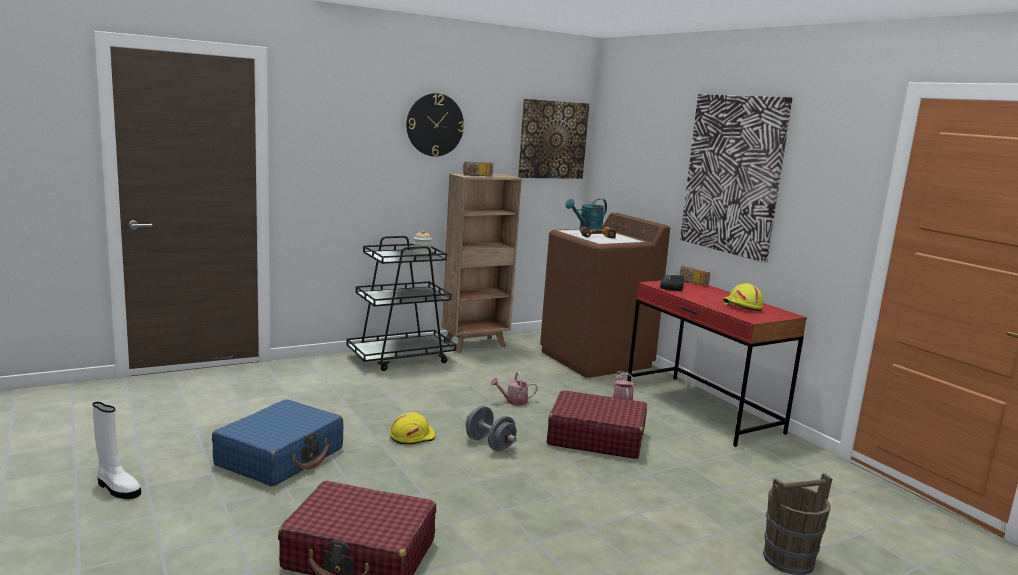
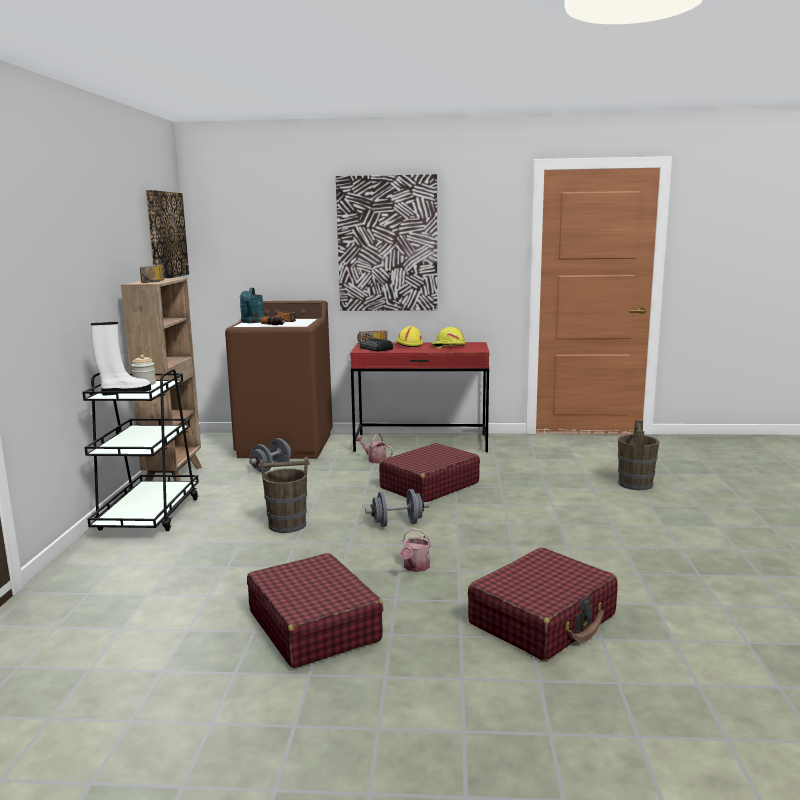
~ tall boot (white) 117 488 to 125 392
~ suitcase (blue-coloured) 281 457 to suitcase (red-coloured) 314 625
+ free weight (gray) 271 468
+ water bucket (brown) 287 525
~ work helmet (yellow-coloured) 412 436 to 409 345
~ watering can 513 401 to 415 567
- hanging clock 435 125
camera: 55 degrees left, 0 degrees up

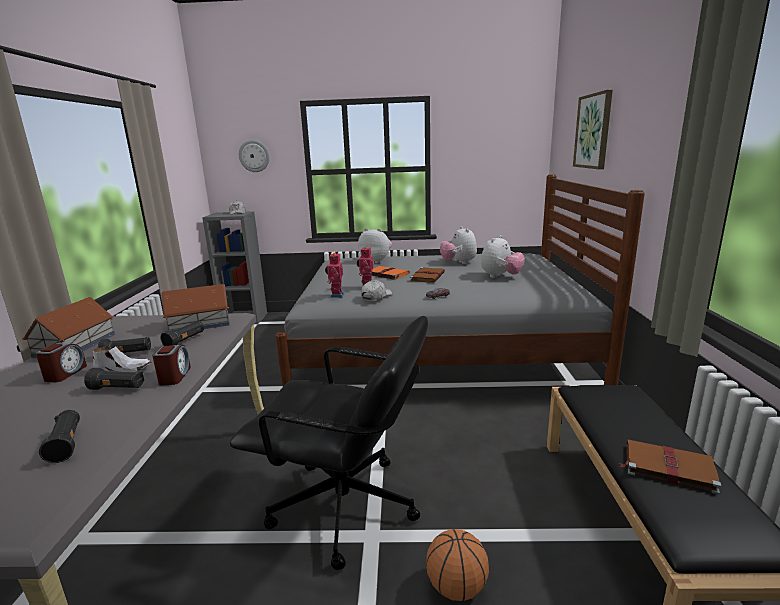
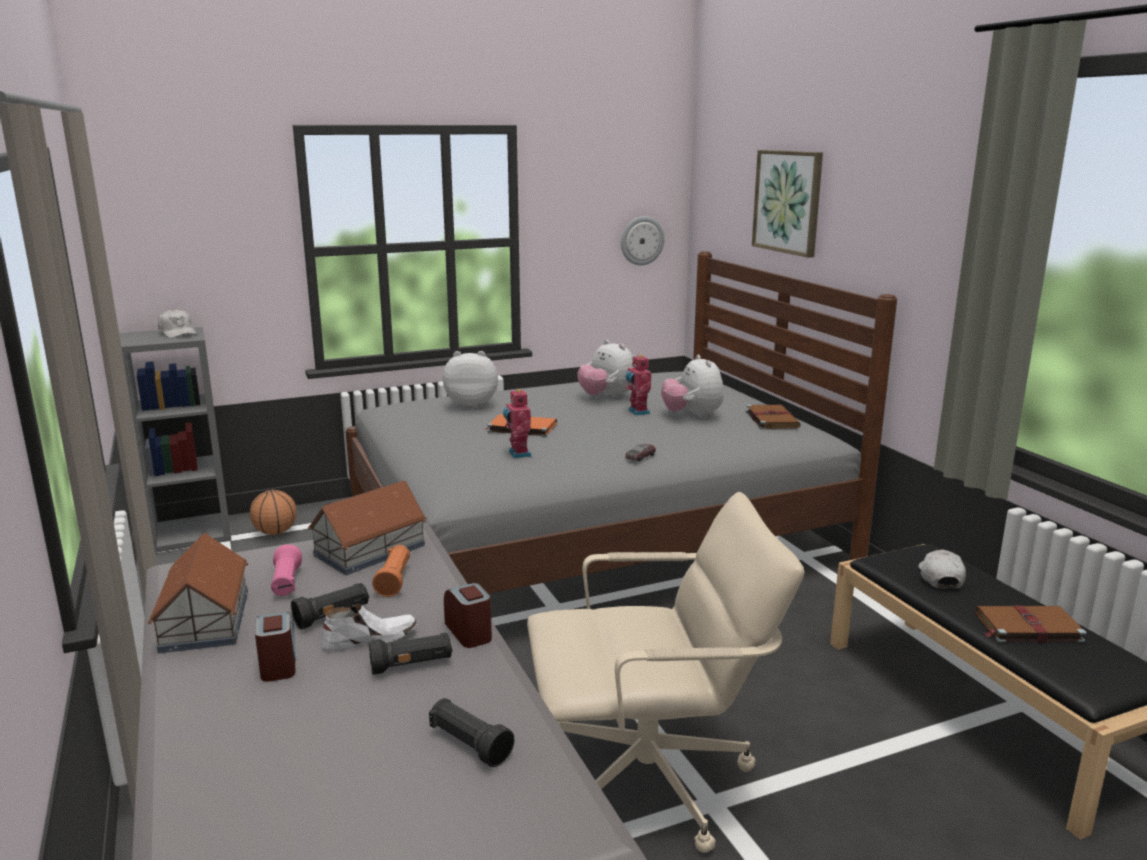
~ ball for basketball 456 587 to 275 532
+ torch (pink) 286 584
~ torch (blackish) 185 341 to torch (orangey) 394 580
~ office chair (blackish) 345 508 to office chair (beige) 650 781
~ hanging clock 254 156 to 641 240
~ model robot 336 295 to 637 412
~ cuddly toy 500 277 = 692 416 150 degrees clockwise
~ book (brown) 427 276 to 771 419
~ baseball cap (white) 376 296 to 940 577
camera: 25 degrees left, 0 degrees up

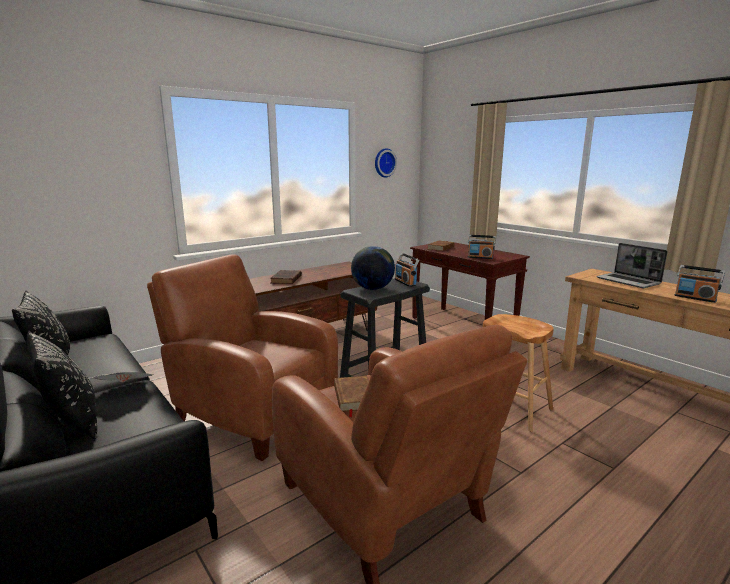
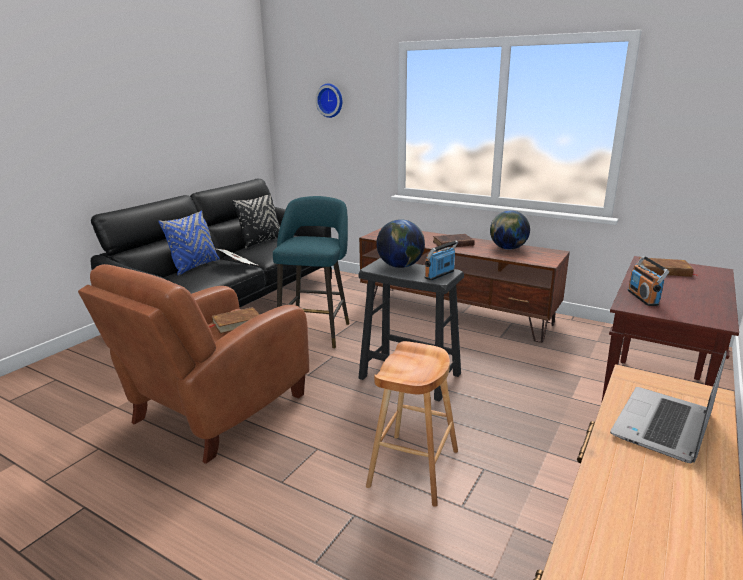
~ pillow (blackish) 72 422 to pillow (blue-coloured) 194 266
~ armchair (brown) 250 413 to stool (turquoise-coloured) 316 331
~ hanging clock 384 163 to 330 100
+ world globe 508 248
- radio set 695 298
camera: 70 degrees right, 5 degrees up

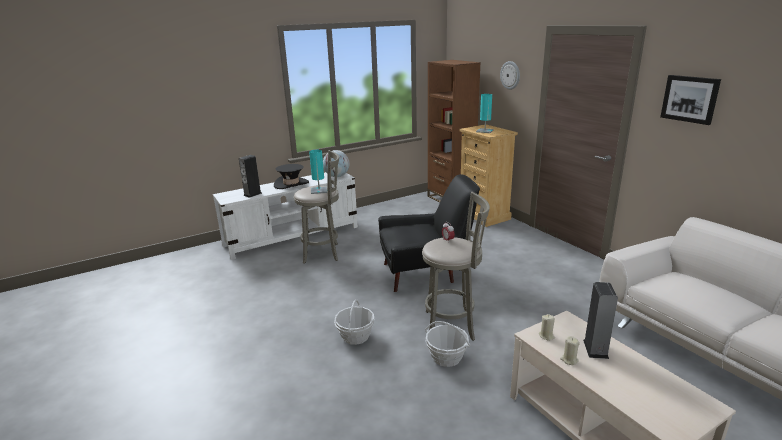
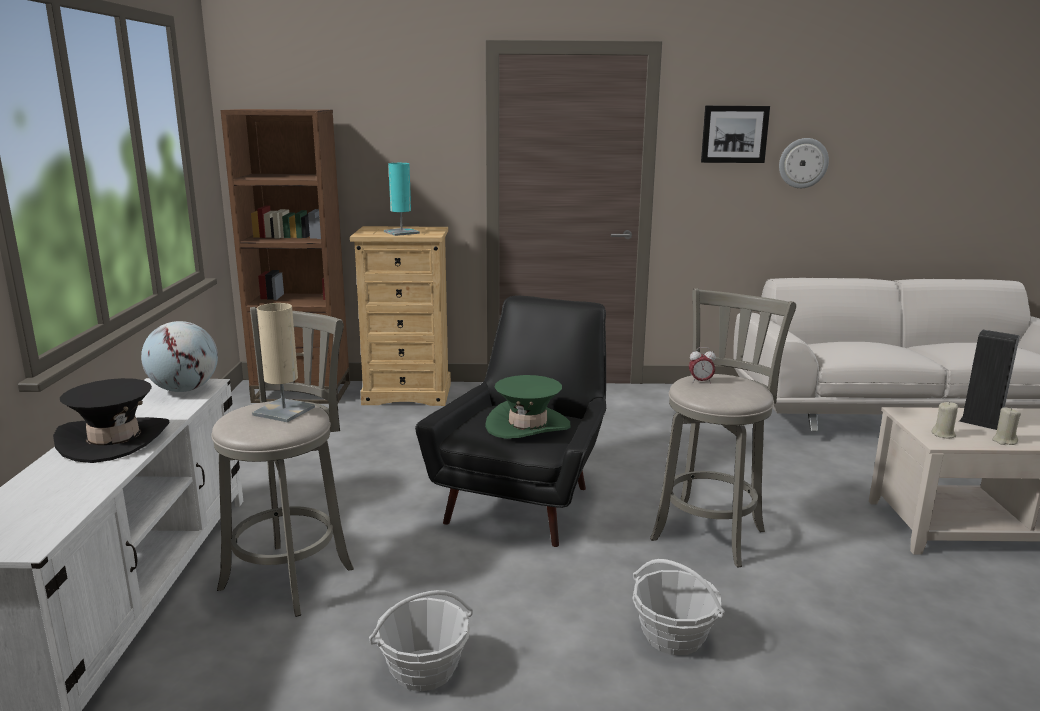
~ lamp for a table (turquoise-coloured) 319 190 to lamp for a table (beige) 284 411
~ household basket 446 357 to 424 670
+ wearable hat (green-coloured) 527 425
~ hanging clock 510 75 to 803 163
- loudspeaker 252 194
camera: 60 degrees left, 5 degrees down

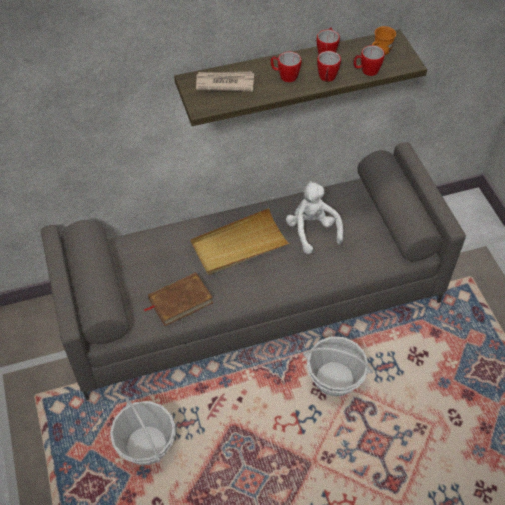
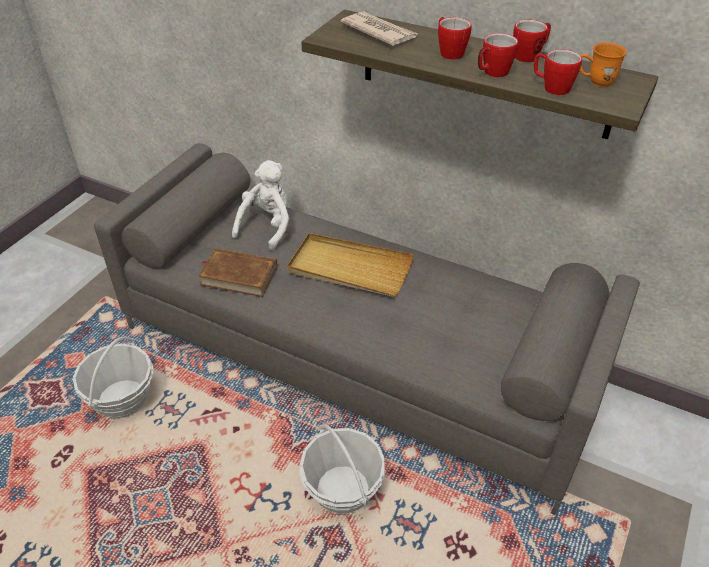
~ cuddly toy (white) 312 230 to 267 226
camera: 45 degrees right, 10 degrees down

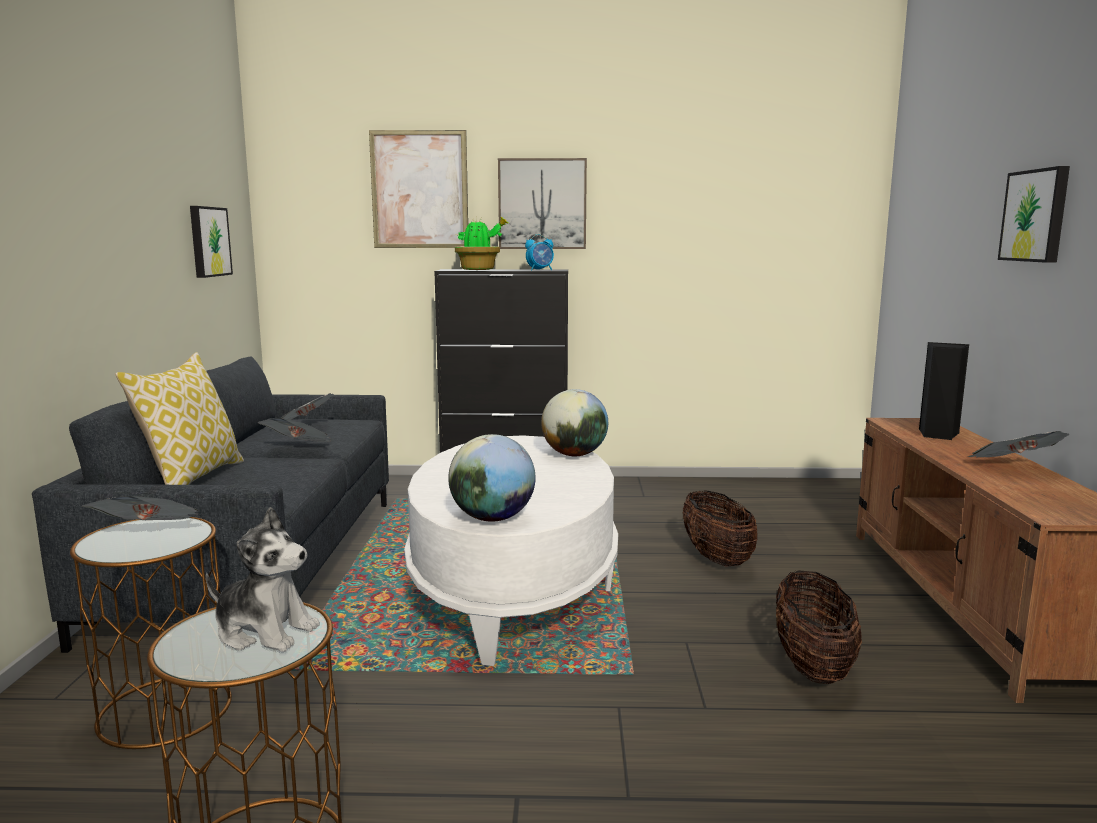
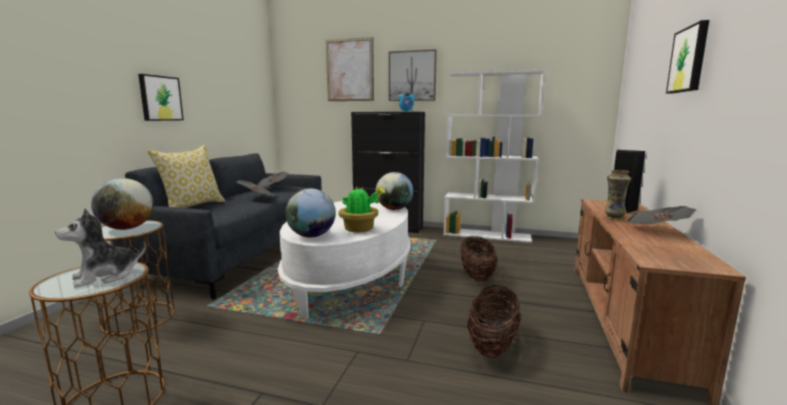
~ cuddly toy 265 631 = 105 276 105 degrees clockwise
~ printed paper 150 537 to world globe 127 228
~ wall art 208 241 to 160 98
~ plant in a pot 479 269 to 360 229
+ shelving unit (white) 487 235
+ flower vase 613 218
camera: 15 degrees right, 0 degrees up

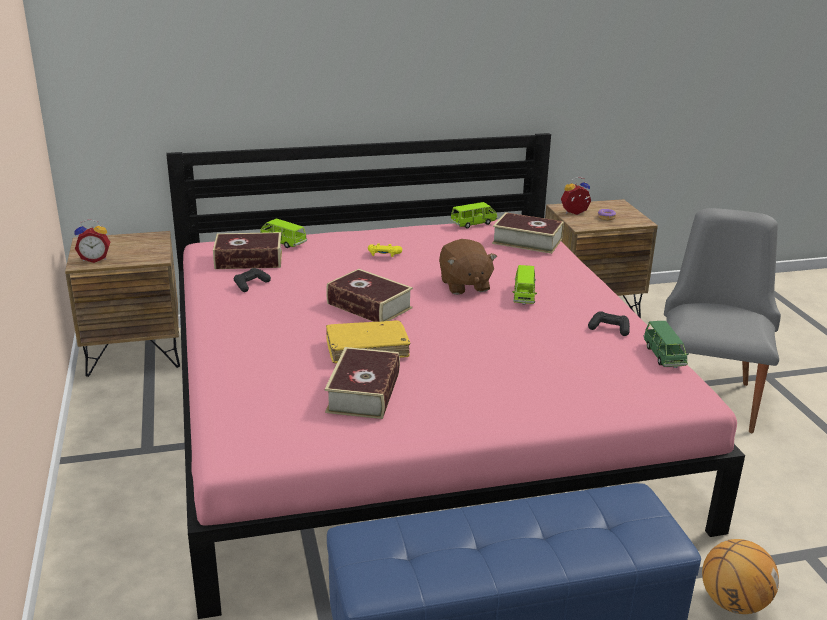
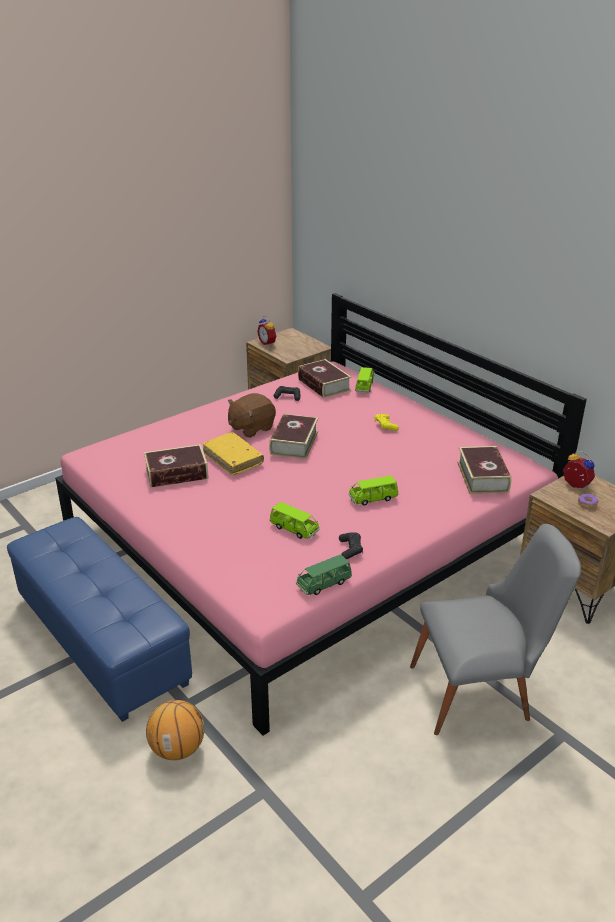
~ cuddly toy (brown) 464 285 to 251 428
~ toy car (green-coloured) 473 223 to 294 529
camera: 65 degrees right, 5 degrees up

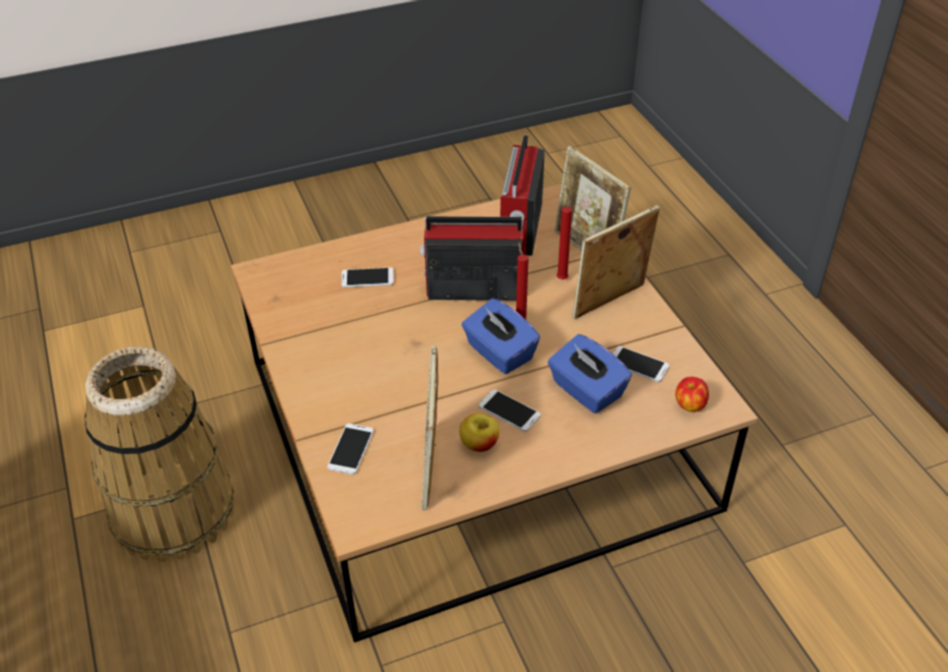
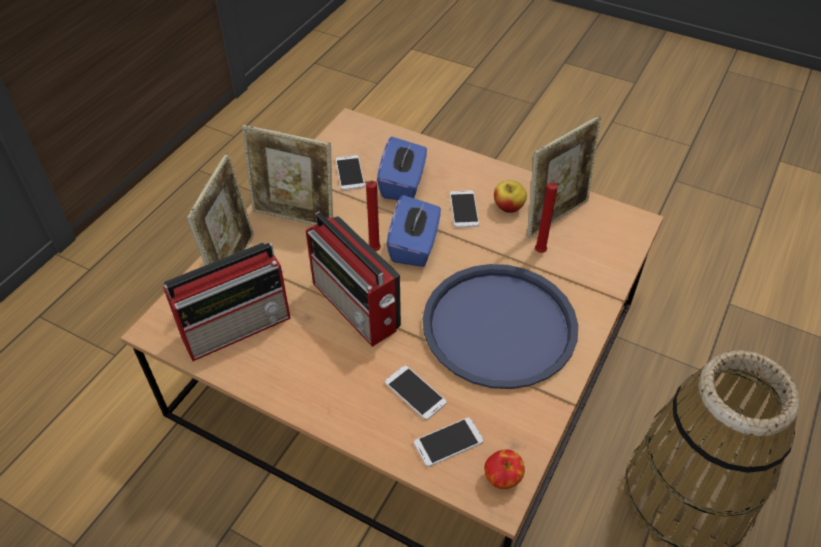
~ phone 350 449 to 448 442
+ carrying tray (blue-coloured) 499 326
~ apple fruit 689 405 to 502 478
~ candle (red-coloured) 562 280 to 542 251
camera: 130 degrees left, 5 degrees up

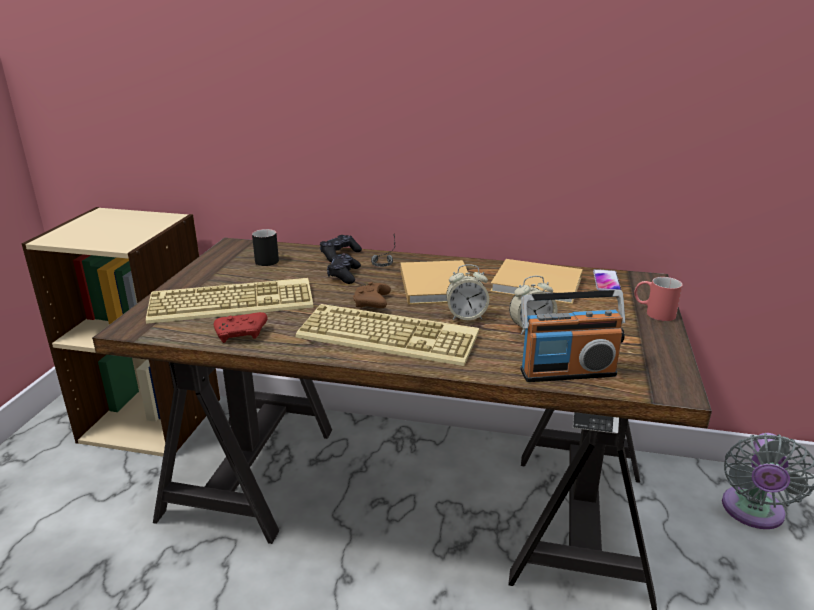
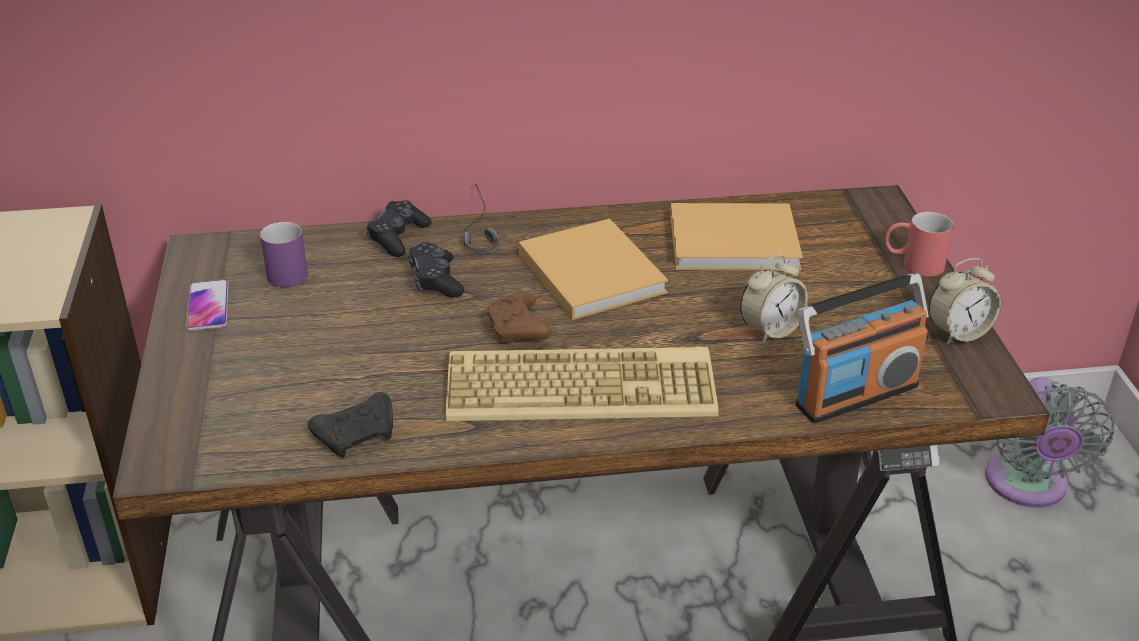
~ phone 606 281 to 208 306
~ mug (blackish) 268 259 to mug (purple) 286 270
~ gamepad (red-coloured) 242 334 to gamepad (blackish) 358 434
~ alarm clock 466 316 to 958 332
- PC keyboard 233 301
camera: 20 degrees left, 10 degrees up

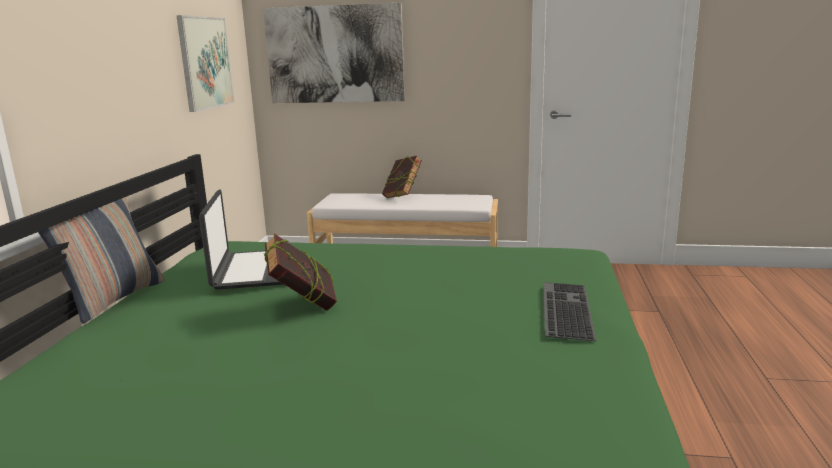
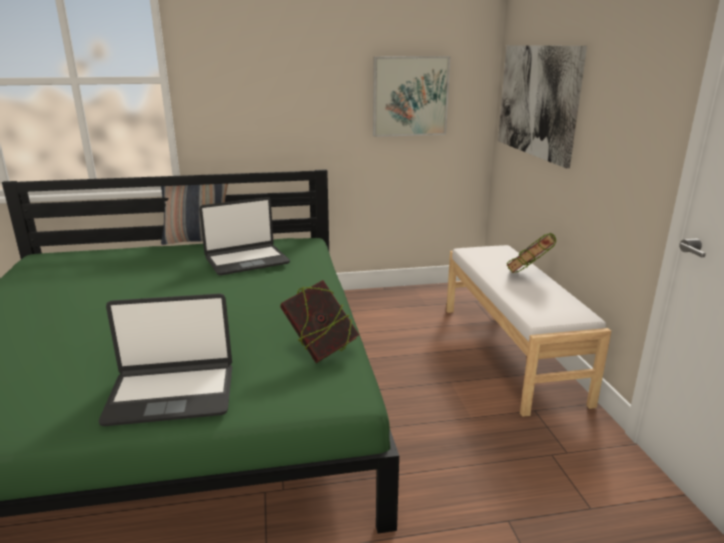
~ PC keyboard 564 309 to laptop 171 394
~ book 303 306 to 320 350
camera: 70 degrees right, 5 degrees up

